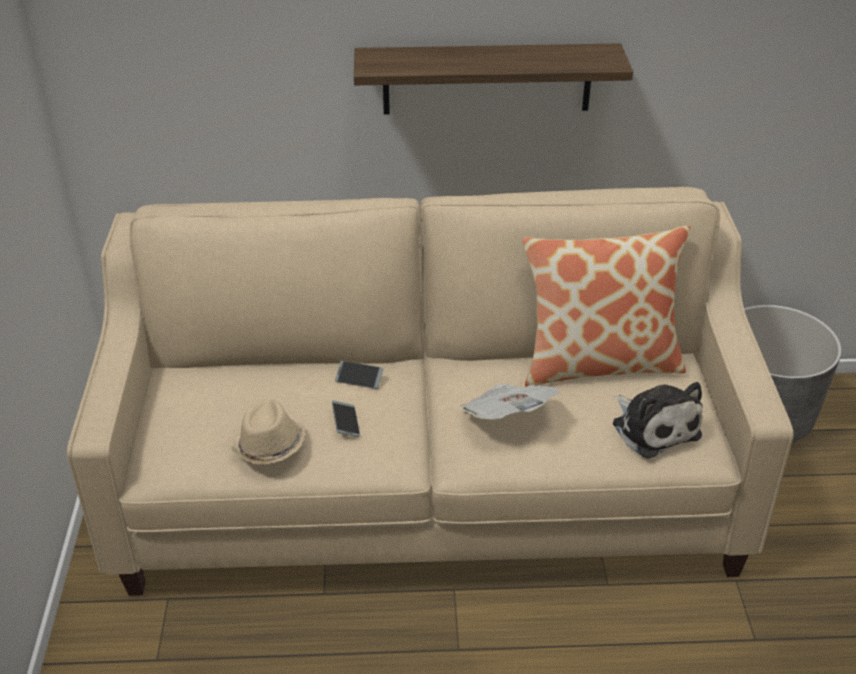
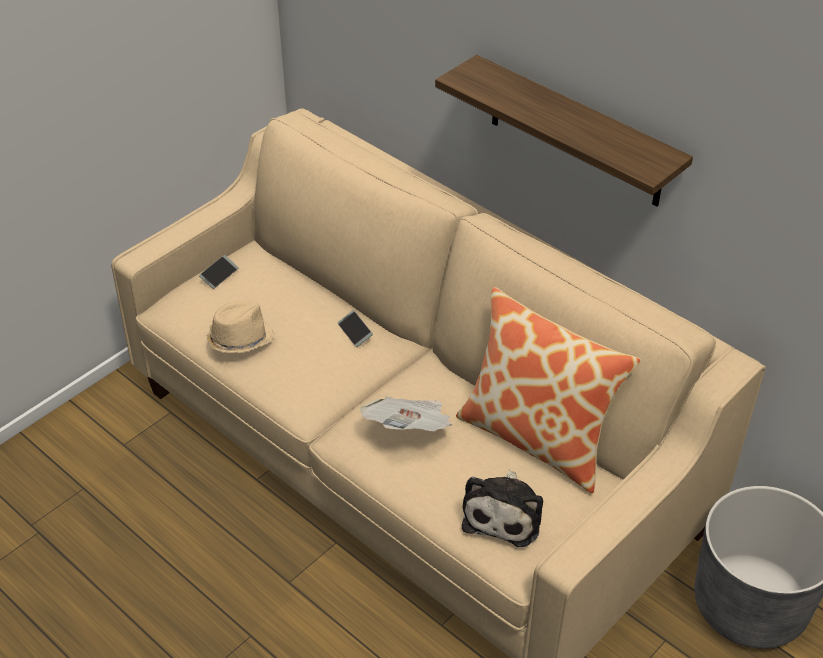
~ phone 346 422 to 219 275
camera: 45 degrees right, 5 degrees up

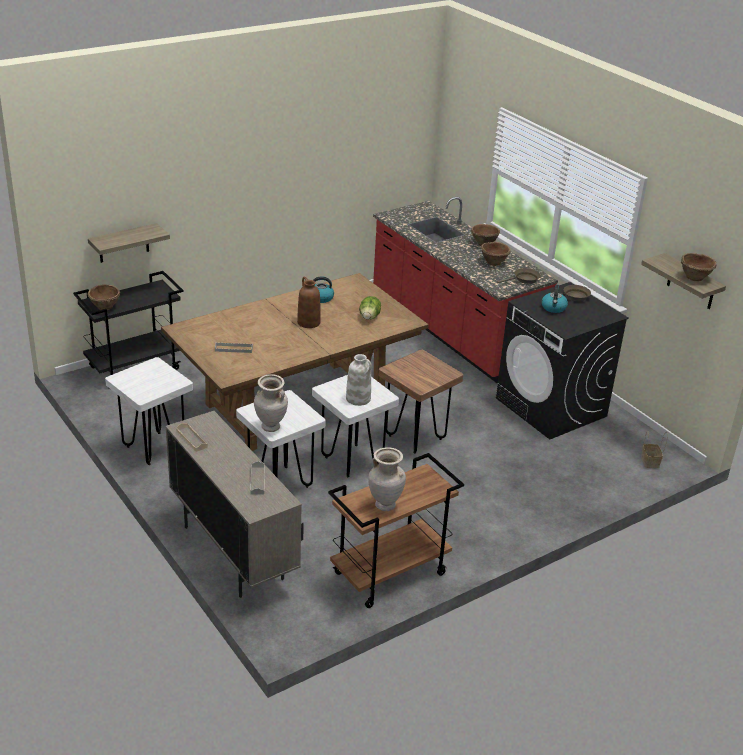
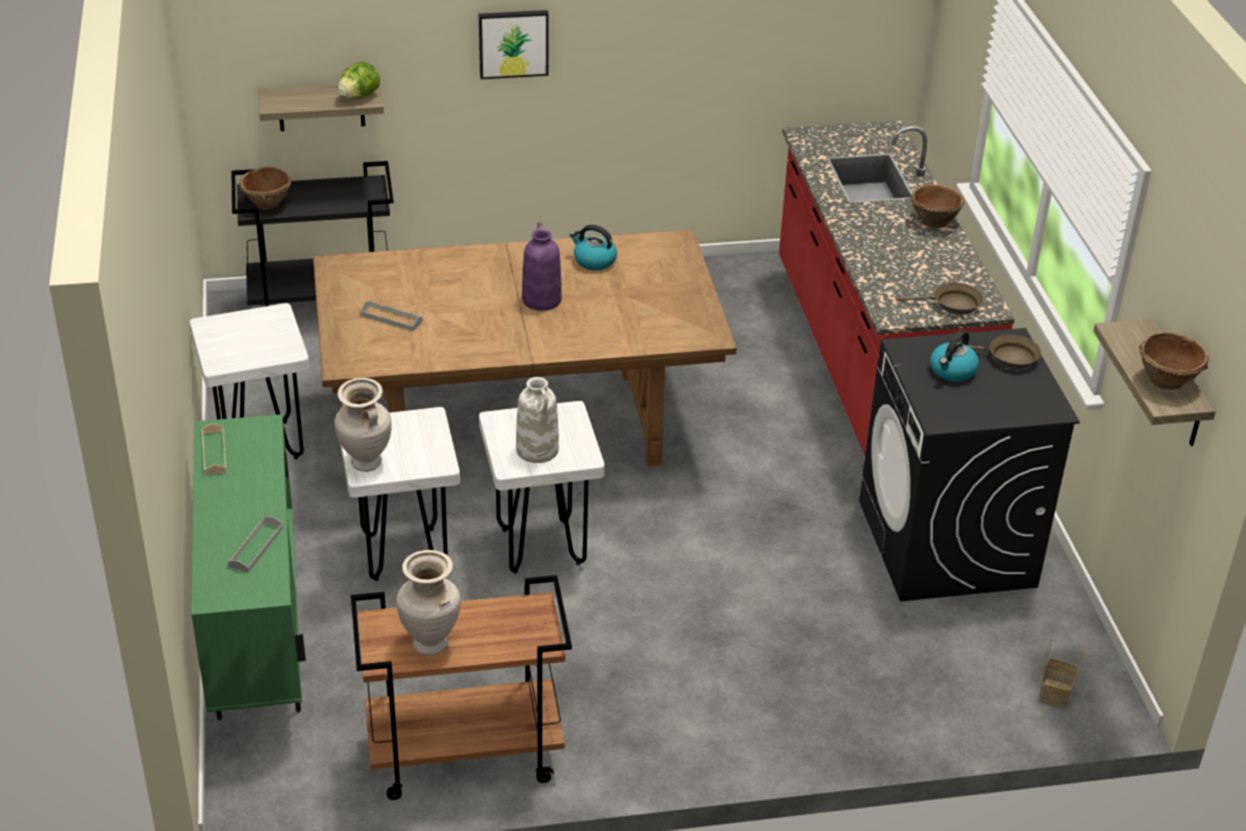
~ storage cabinet (beige) 232 552 to storage cabinet (green-coloured) 257 645
~ head of lettuce 369 317 to 359 96
+ wall art 513 43
~ flower vase (brown) 308 322 to flower vase (purple) 541 299
- stool (brown) 415 437
- serving bowl (brown) 494 262
camera: 25 degrees right, 5 degrees up

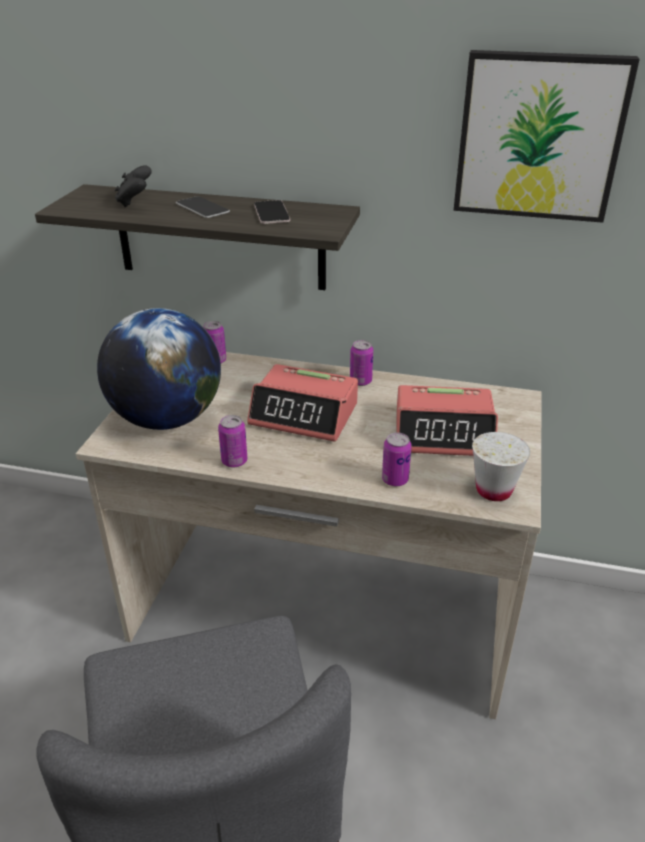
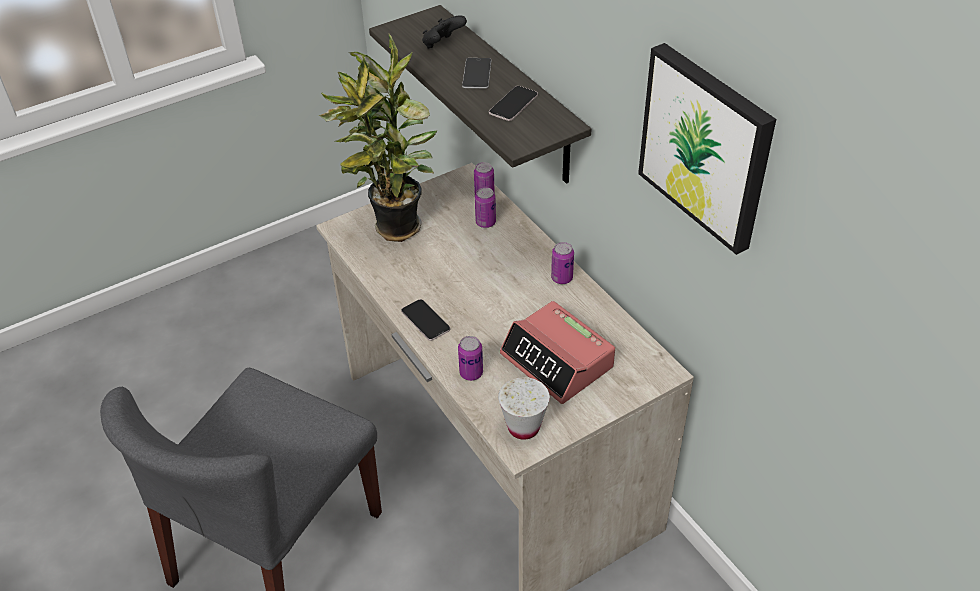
~ world globe 167 419 to plant in a pot 394 230
+ phone 425 320
~ metal can 234 461 to 485 222
- alarm clock 304 414
camera: 45 degrees right, 10 degrees up

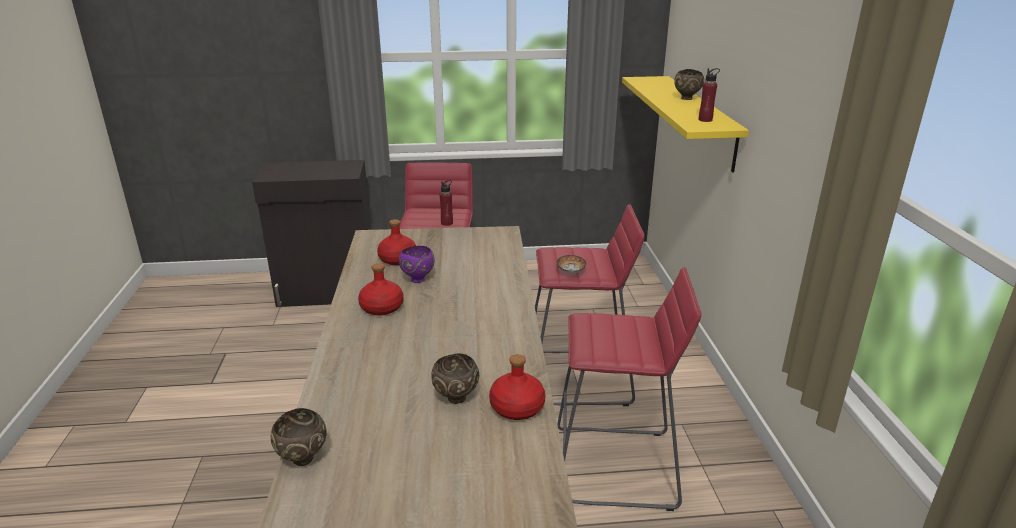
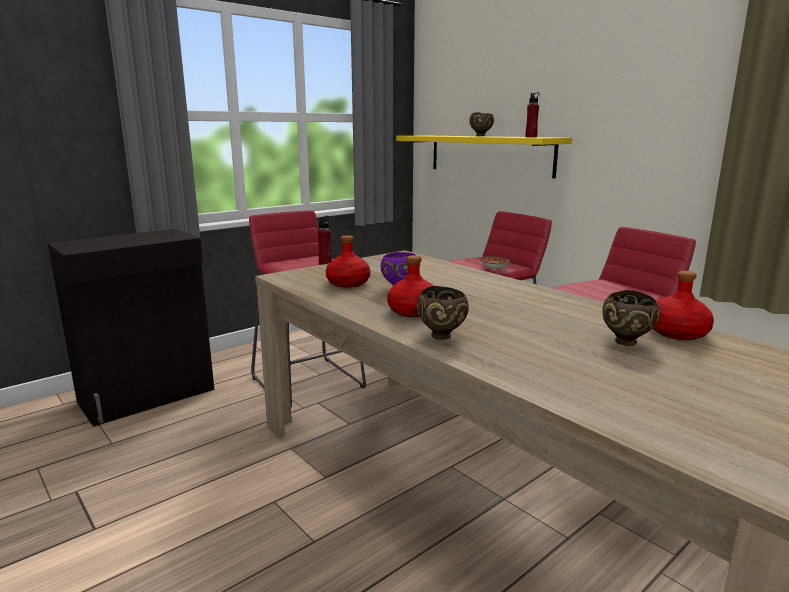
~ serving bowl (brown) 303 460 to 442 336
camera: 35 degrees left, 10 degrees down

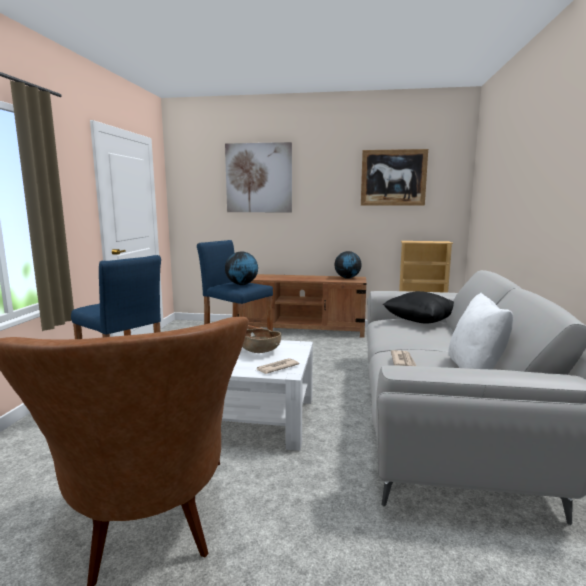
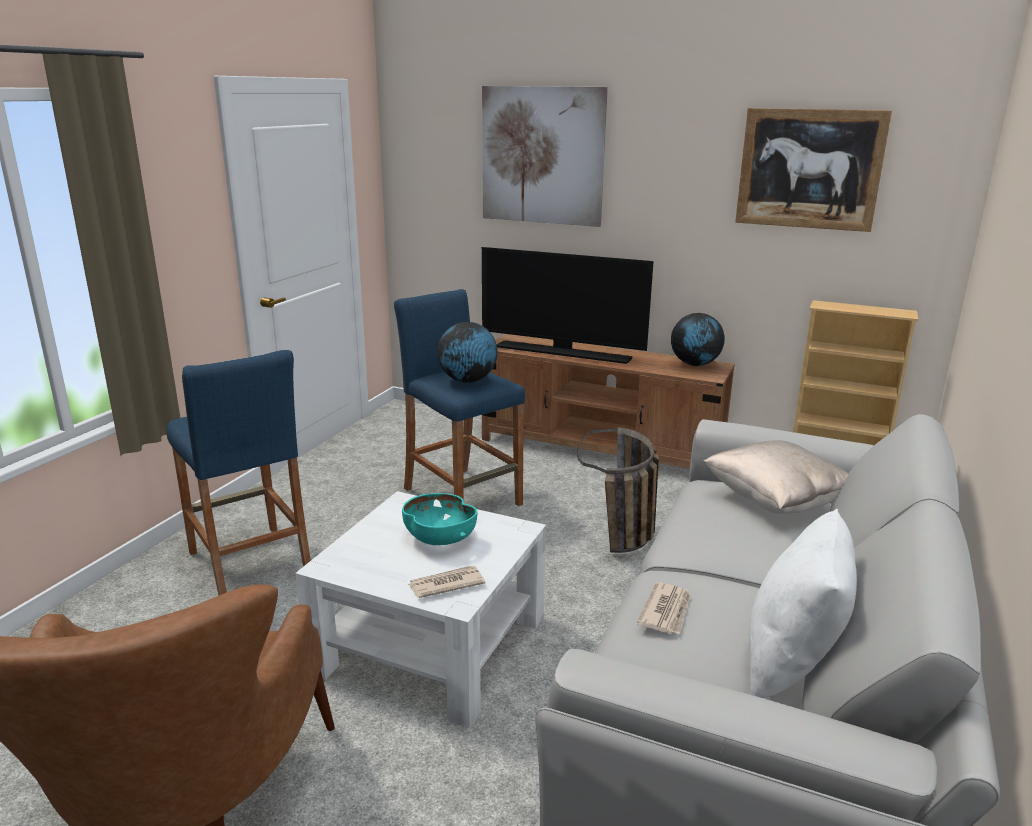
~ serving bowl (brown) 259 352 to serving bowl (turquoise-coloured) 439 539
+ TV 563 352
+ household basket 623 544
~ pillow (blackish) 420 321 to pillow (beige) 775 501
camera: 15 degrees right, 10 degrees up

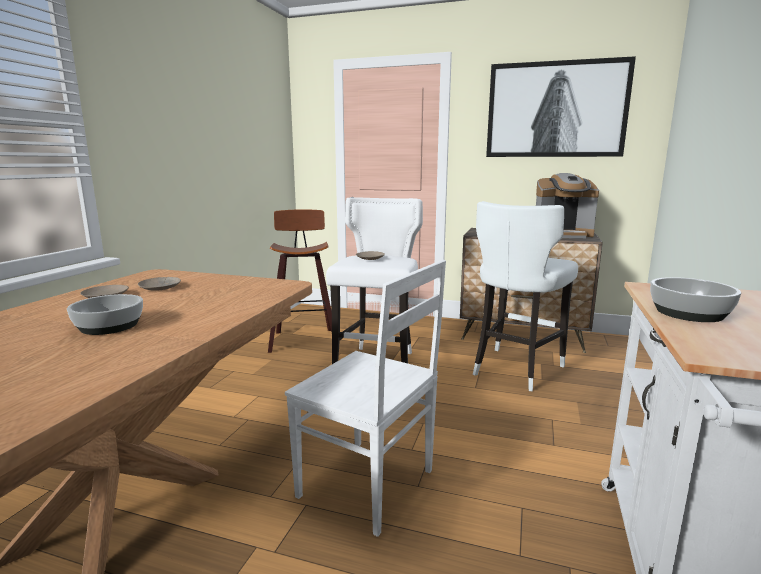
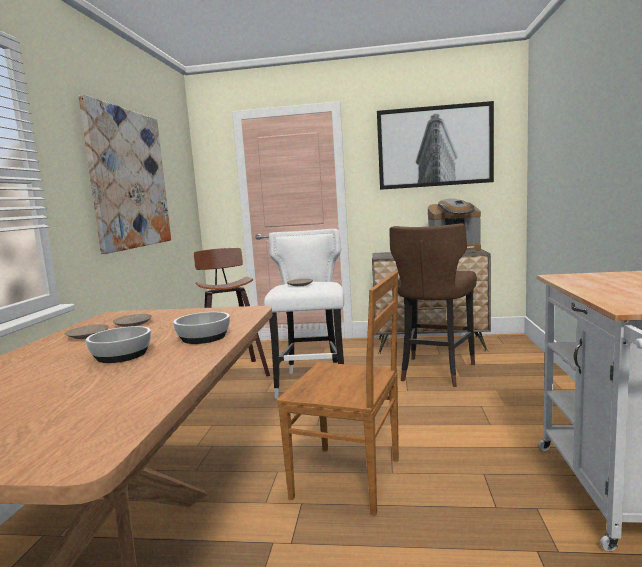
+ wall art 129 179
~ serving bowl 688 313 to 203 337
~ upright chair (white) 369 485 to upright chair (brown) 350 479
~ stool (white) 515 369 to stool (brown) 435 372
camera: 10 degrees left, 5 degrees down

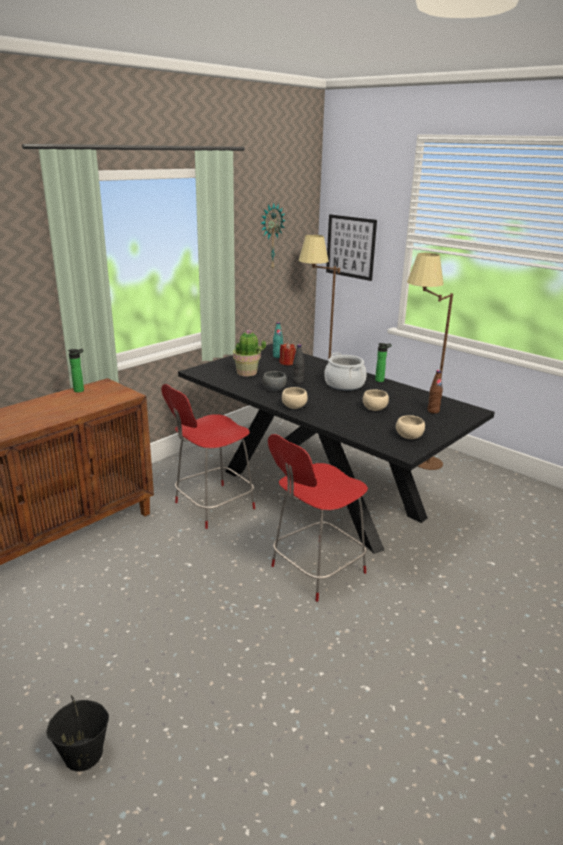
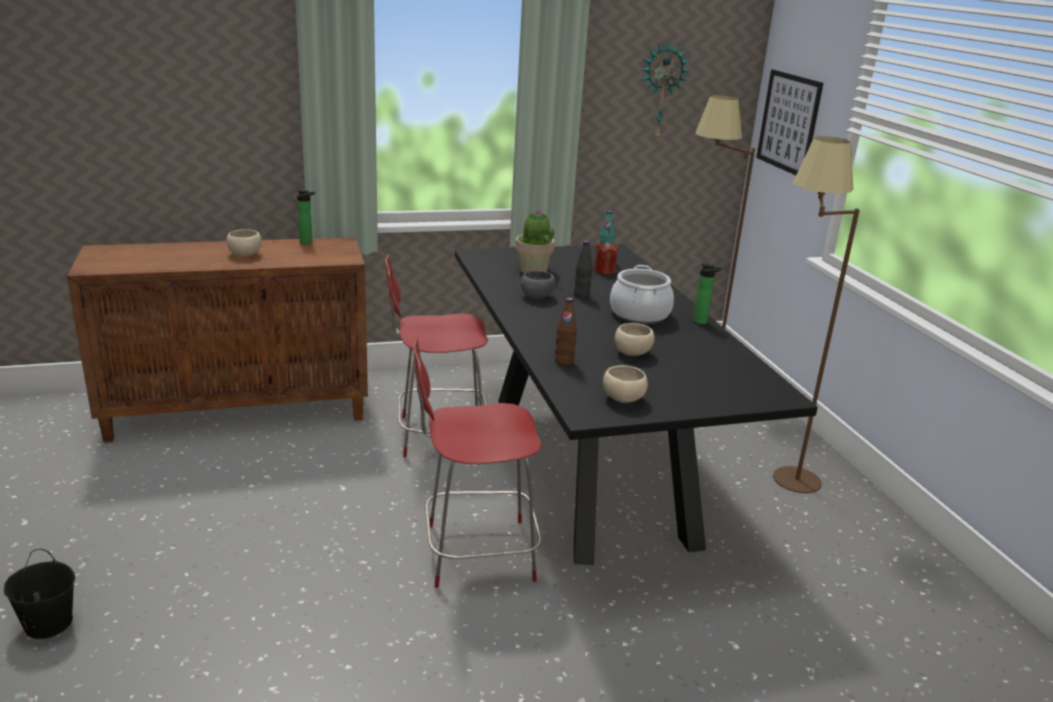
~ serving bowl (beige) 293 406 to 245 254
~ drink bottle (brown) 433 411 to 564 362
camera: 30 degrees right, 0 degrees up

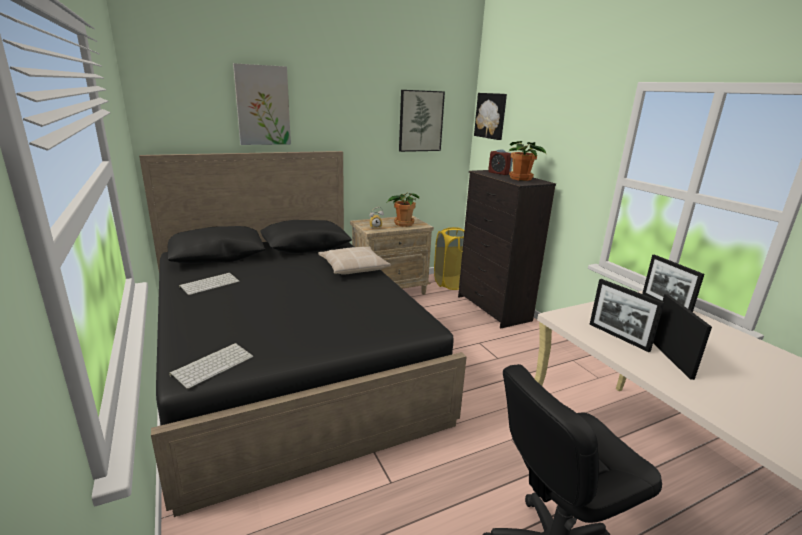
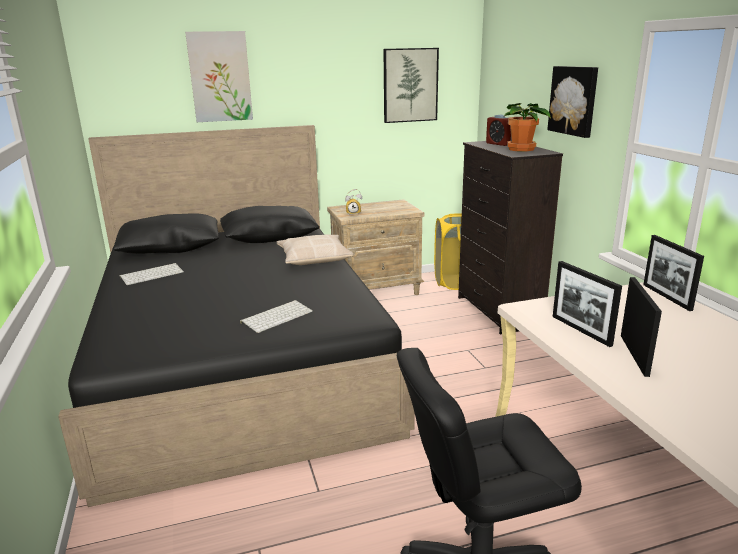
~ PC keyboard 213 364 to 277 316
~ wall art 491 116 to 574 100
- plant in a pot 403 224
camera: 10 degrees right, 0 degrees up

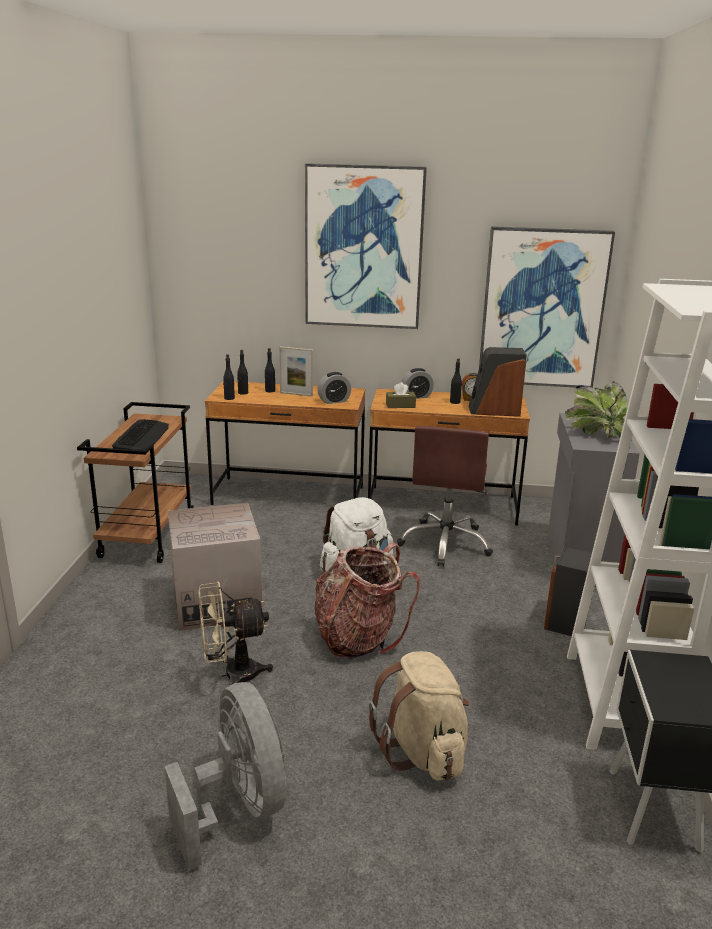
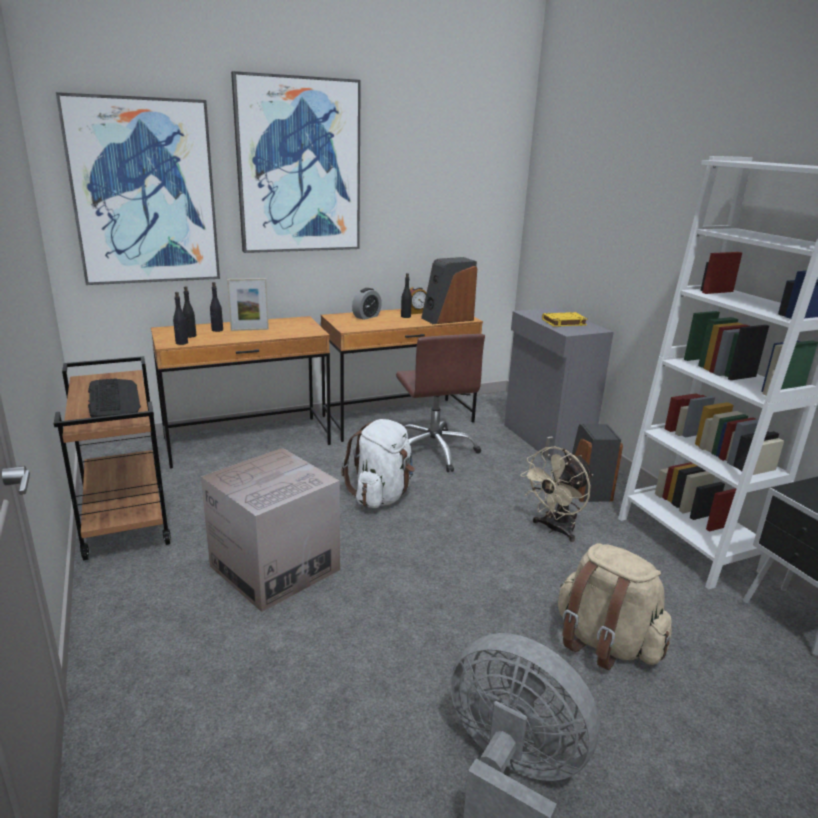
~ wall art 542 308 to 144 192
~ cooling fan (beige) 232 675 to 555 529
~ plant in a pot 596 434 to book (yellow-coloured) 563 322
- rucksack 358 637
- alarm clock 334 401
- tissue box (brown) 400 405
camera: 30 degrees left, 0 degrees up

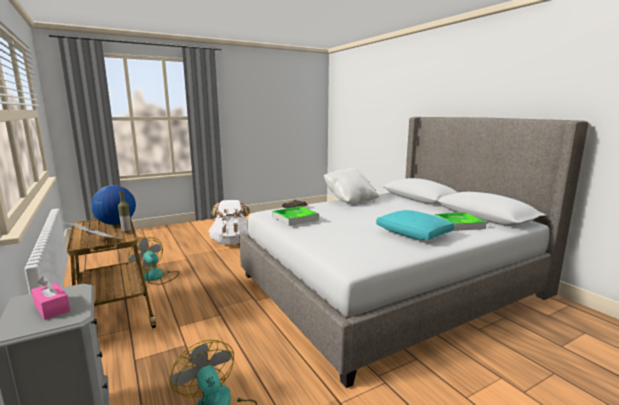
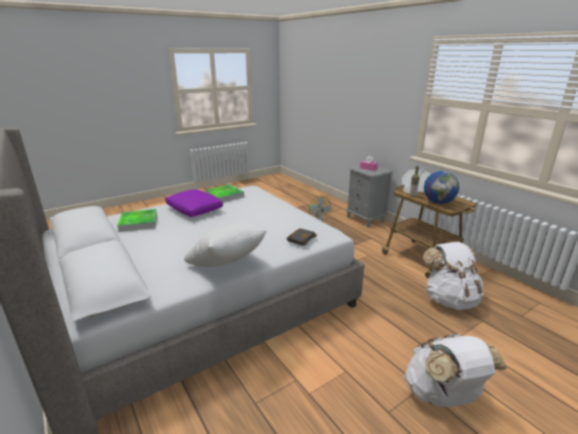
~ pillow (turquoise-coloured) 414 234 to pillow (purple) 194 209
~ carrying tray 295 218 to 225 196
~ cooling fan 157 277 to rucksack (white) 449 299
camera: 175 degrees right, 10 degrees up

